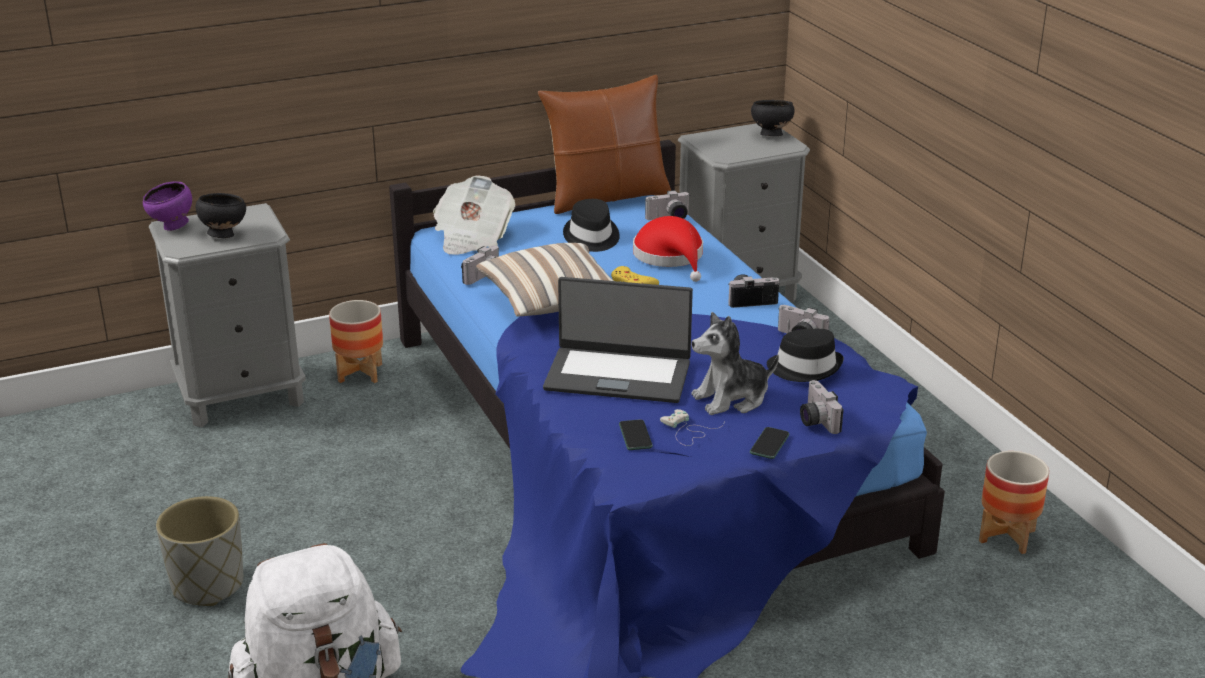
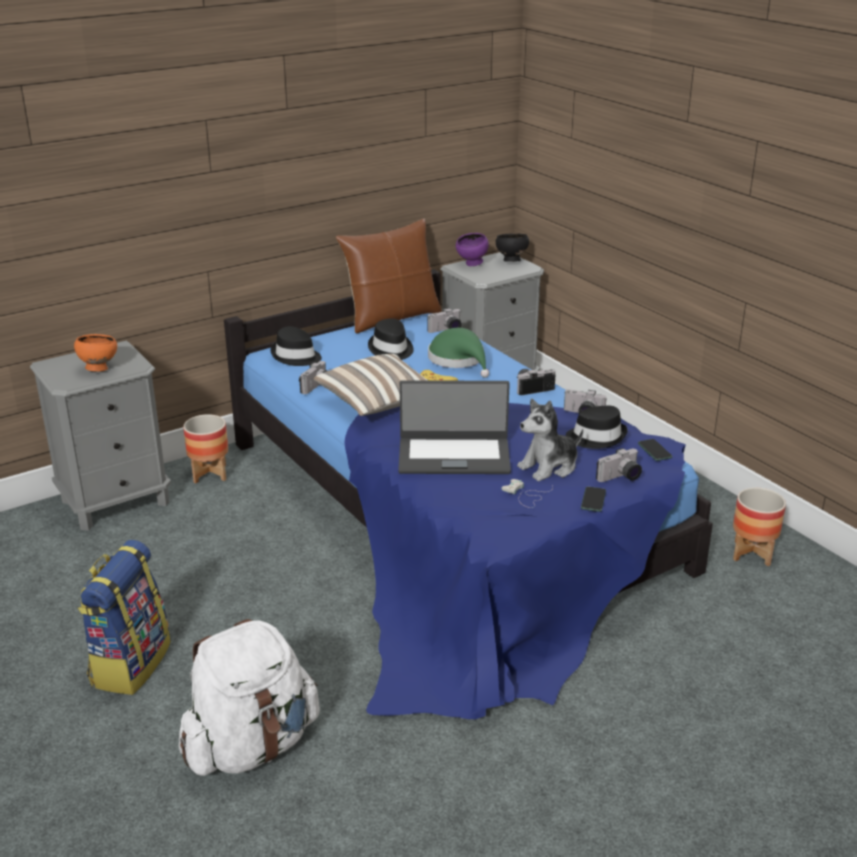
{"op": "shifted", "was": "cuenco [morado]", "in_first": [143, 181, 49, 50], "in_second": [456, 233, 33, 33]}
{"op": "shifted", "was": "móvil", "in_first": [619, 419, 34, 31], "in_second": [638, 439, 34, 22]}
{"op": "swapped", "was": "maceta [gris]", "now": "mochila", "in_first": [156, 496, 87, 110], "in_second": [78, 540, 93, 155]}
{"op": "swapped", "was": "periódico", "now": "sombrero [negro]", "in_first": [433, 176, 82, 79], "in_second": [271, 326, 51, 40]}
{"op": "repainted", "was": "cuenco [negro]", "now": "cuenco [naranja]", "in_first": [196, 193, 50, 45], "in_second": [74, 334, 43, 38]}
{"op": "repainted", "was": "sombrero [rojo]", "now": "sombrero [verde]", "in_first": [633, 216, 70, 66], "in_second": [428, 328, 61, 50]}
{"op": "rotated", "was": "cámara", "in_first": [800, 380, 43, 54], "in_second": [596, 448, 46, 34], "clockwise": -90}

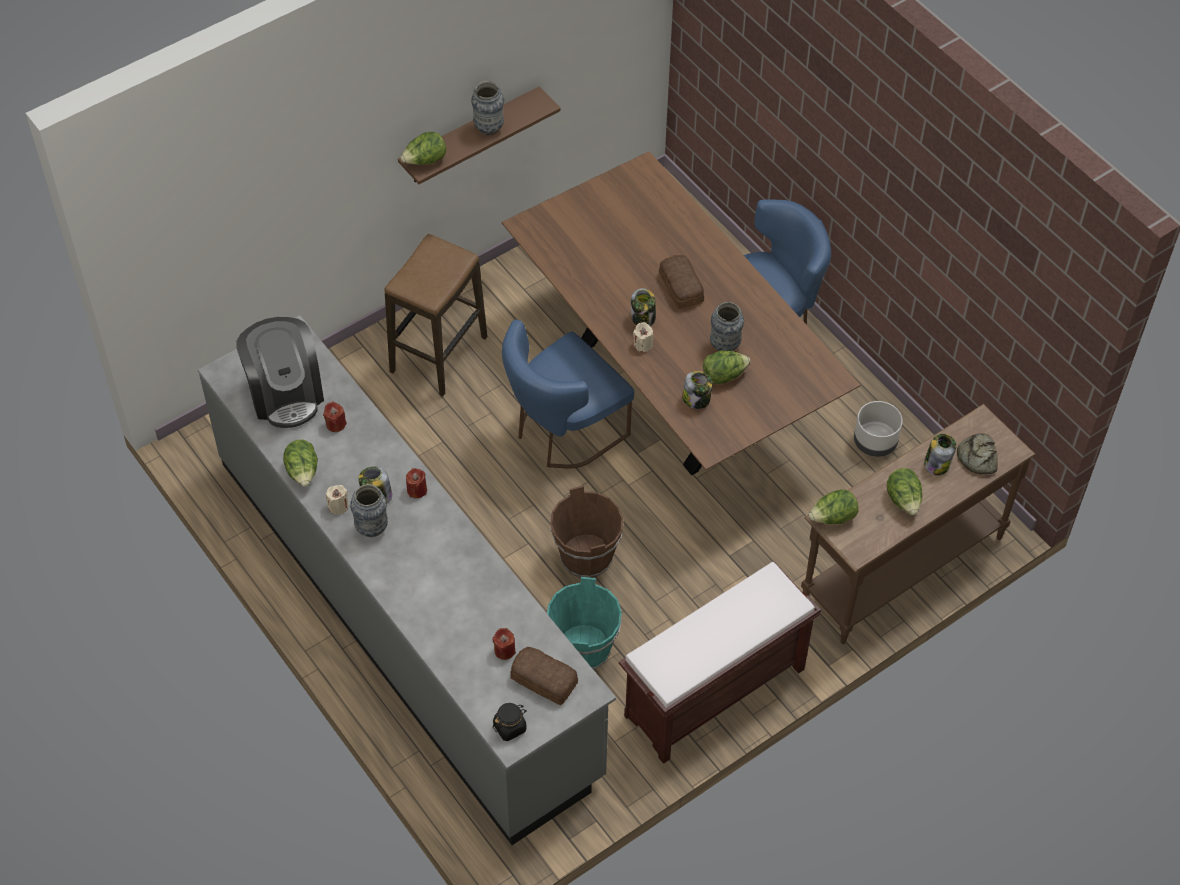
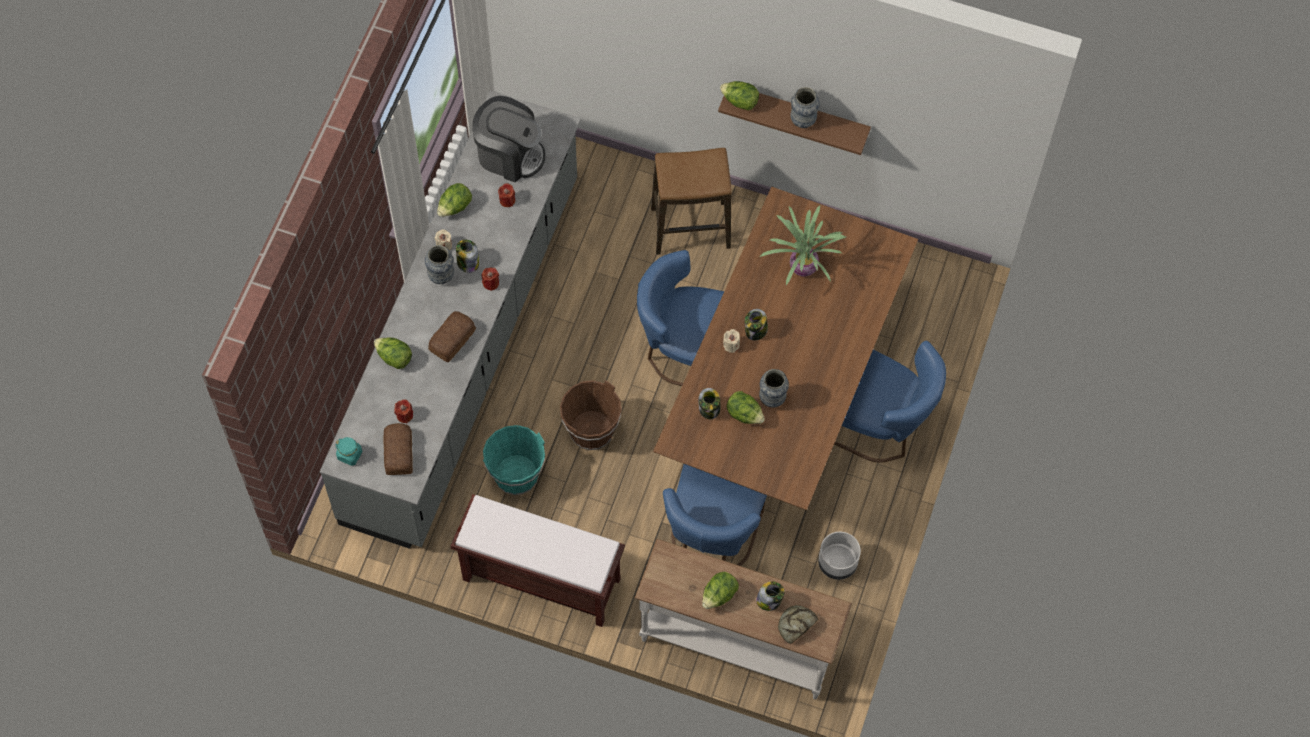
{"op": "new", "now": "silla [azul]", "in_second": [663, 464, 104, 102]}
{"op": "new", "now": "planta en maceta", "in_second": [759, 205, 87, 80]}
{"op": "shifted", "was": "pan", "in_first": [659, 255, 45, 55], "in_second": [428, 311, 48, 51]}
{"op": "shifted", "was": "lechuga", "in_first": [809, 490, 49, 34], "in_second": [374, 337, 38, 32]}
{"op": "repainted", "was": "tarro [negro]", "now": "tarro [turquesa]", "in_first": [493, 703, 34, 38], "in_second": [335, 437, 27, 29]}
{"op": "repainted", "was": "mesa consola [marrón]", "now": "mesa consola [blanco]", "in_first": [801, 404, 235, 240], "in_second": [635, 539, 217, 161]}
{"op": "rotated", "was": "cafetera", "in_first": [237, 317, 87, 111], "in_second": [472, 96, 73, 86], "clockwise": -105}

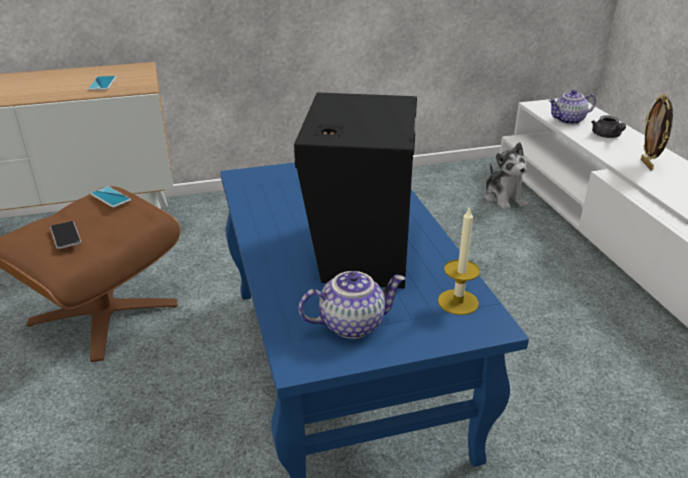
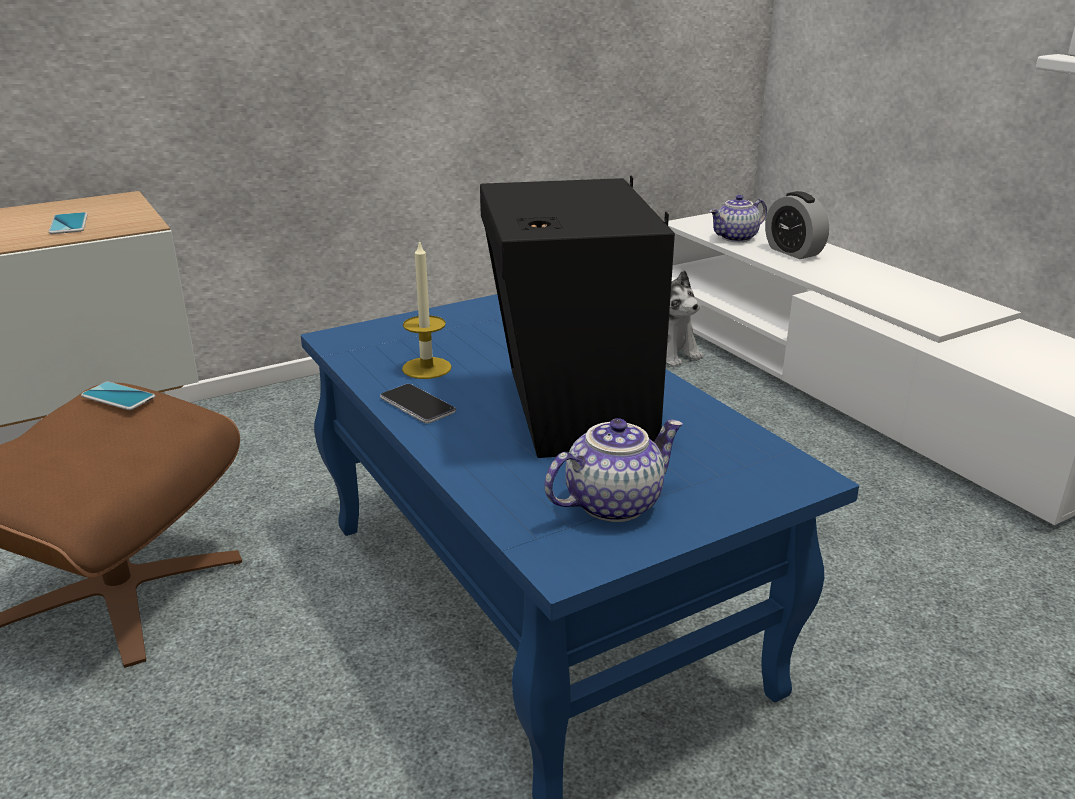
{"op": "gone", "was": "portarretratos", "in_first": [641, 94, 32, 77]}
{"op": "shifted", "was": "móvil", "in_first": [50, 221, 31, 28], "in_second": [380, 384, 76, 40]}
{"op": "shifted", "was": "vela", "in_first": [438, 206, 42, 109], "in_second": [402, 240, 50, 139]}
{"op": "swapped", "was": "tetera [gris]", "now": "despertador", "in_first": [591, 115, 35, 23], "in_second": [765, 191, 64, 68]}

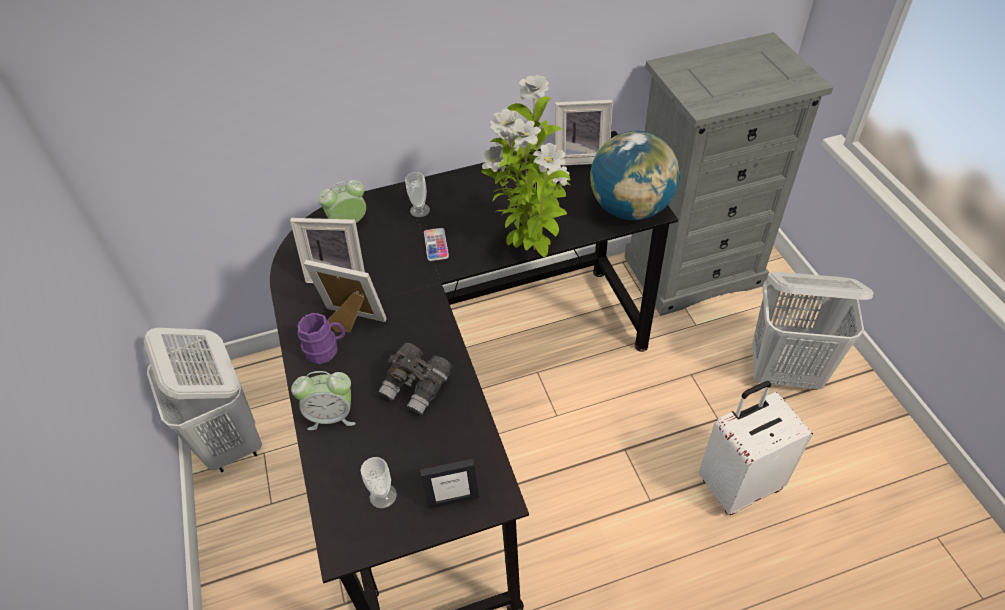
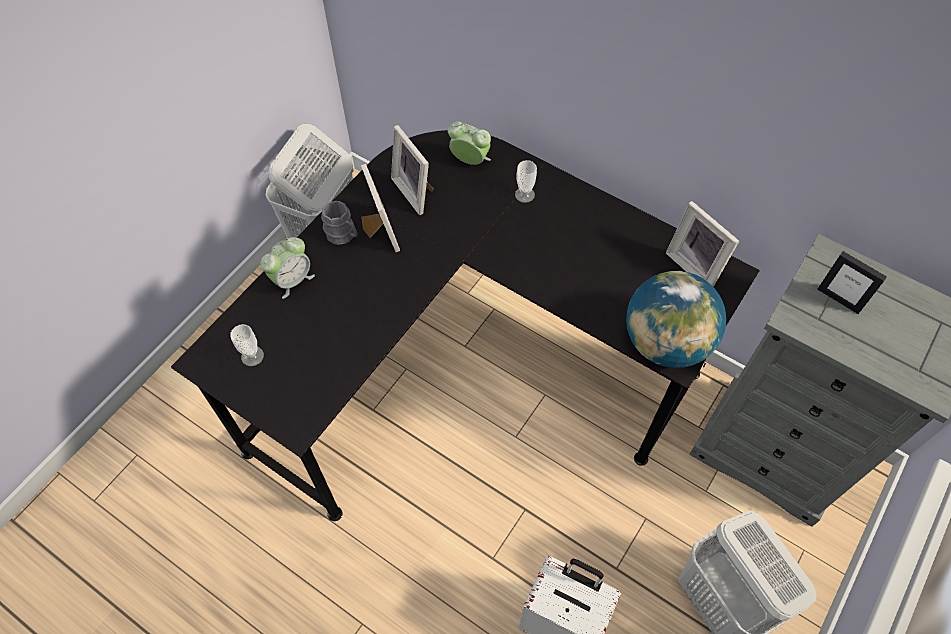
{"op": "gone", "was": "prismáticos [gris]", "in_first": [378, 343, 74, 72]}
{"op": "gone", "was": "móvil", "in_first": [424, 228, 25, 33]}
{"op": "gone", "was": "planta en maceta", "in_first": [481, 75, 89, 182]}
{"op": "shifted", "was": "portarretratos", "in_first": [420, 459, 59, 50], "in_second": [817, 251, 70, 63]}
{"op": "repainted", "was": "taza grande [morado]", "now": "taza grande [gris]", "in_first": [297, 313, 48, 51], "in_second": [321, 201, 36, 44]}
{"op": "rotated", "was": "despertador", "in_first": [291, 371, 65, 59], "in_second": [260, 237, 55, 62], "clockwise": -90}

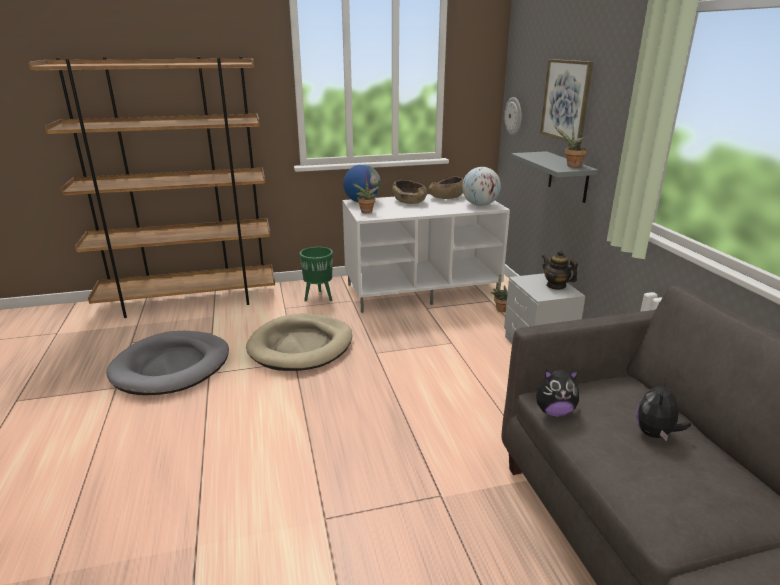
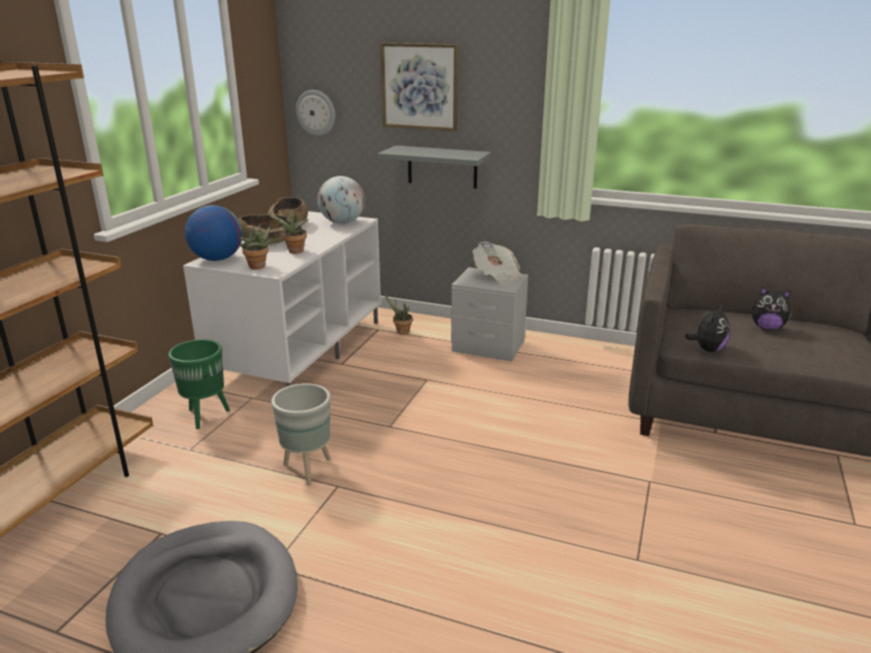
{"op": "shifted", "was": "planta en maceta", "in_first": [554, 126, 33, 42], "in_second": [266, 211, 42, 42]}
{"op": "swapped", "was": "cama para perro [beis]", "now": "maceta [gris]", "in_first": [246, 314, 106, 57], "in_second": [271, 383, 59, 103]}
{"op": "swapped", "was": "tetera", "now": "periódico", "in_first": [542, 250, 36, 40], "in_second": [472, 242, 50, 43]}
{"op": "rotated", "was": "peluche", "in_first": [637, 378, 54, 63], "in_second": [752, 287, 40, 43], "clockwise": -45}

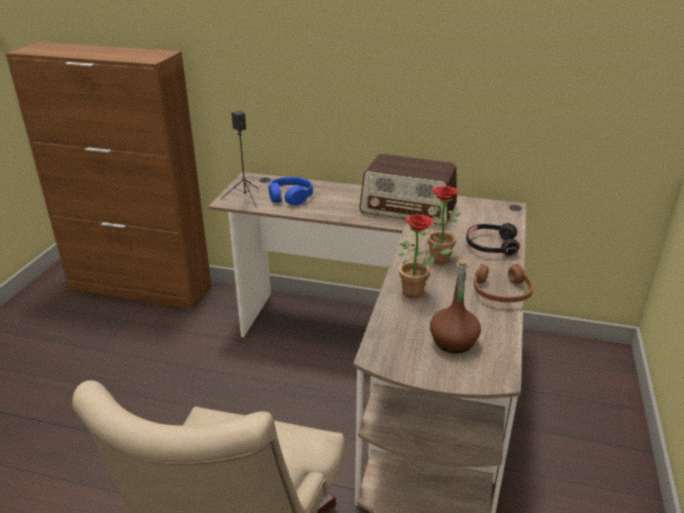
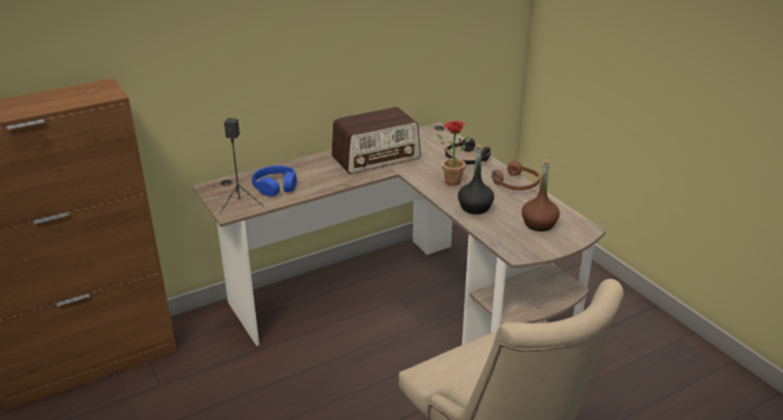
{"op": "swapped", "was": "planta en maceta", "now": "botella [negro]", "in_first": [398, 214, 54, 84], "in_second": [458, 145, 36, 69]}

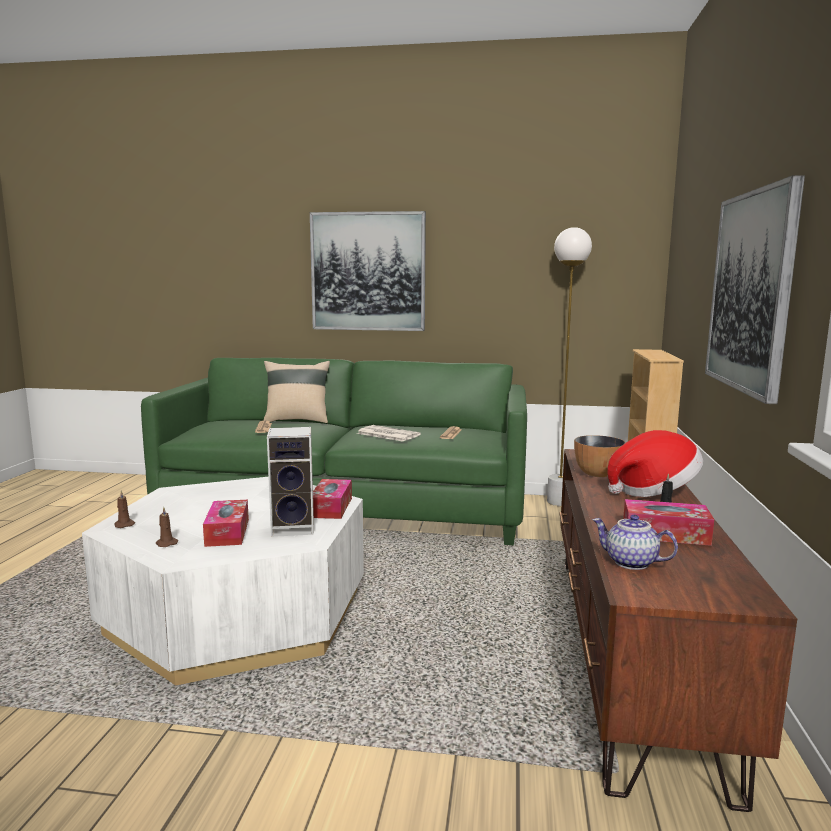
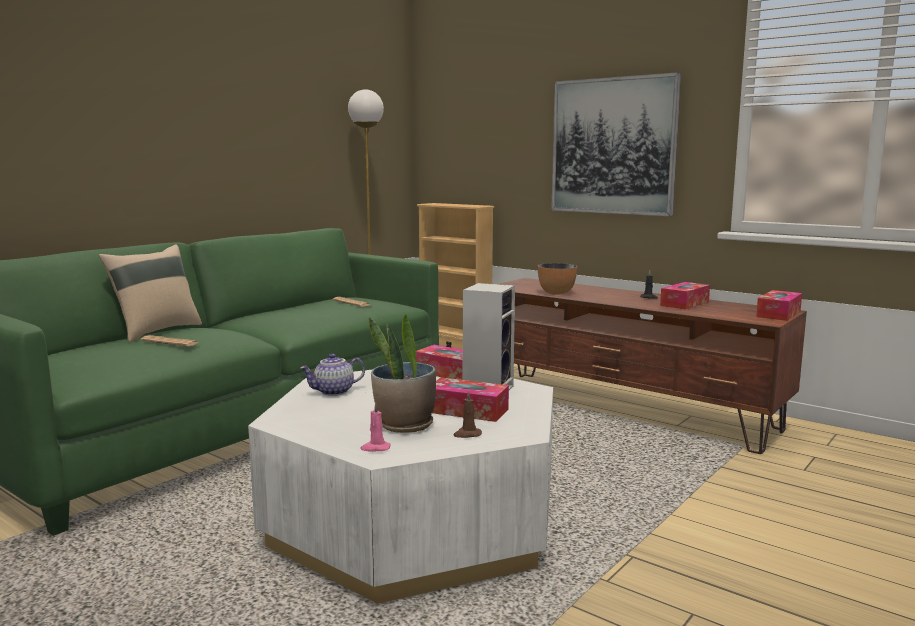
{"op": "gone", "was": "cuadro", "in_first": [310, 211, 116, 120]}
{"op": "gone", "was": "periódico", "in_first": [357, 425, 64, 17]}
{"op": "gone", "was": "sombrero", "in_first": [607, 430, 96, 67]}
{"op": "new", "now": "planta en maceta", "in_second": [369, 314, 67, 119]}
{"op": "new", "now": "caja de pañuelos", "in_second": [756, 290, 46, 31]}
{"op": "shifted", "was": "tetera", "in_first": [592, 515, 86, 55], "in_second": [300, 354, 65, 42]}
{"op": "repainted", "was": "vela [marrón]", "now": "vela [rosa]", "in_first": [114, 490, 21, 38], "in_second": [360, 402, 30, 50]}

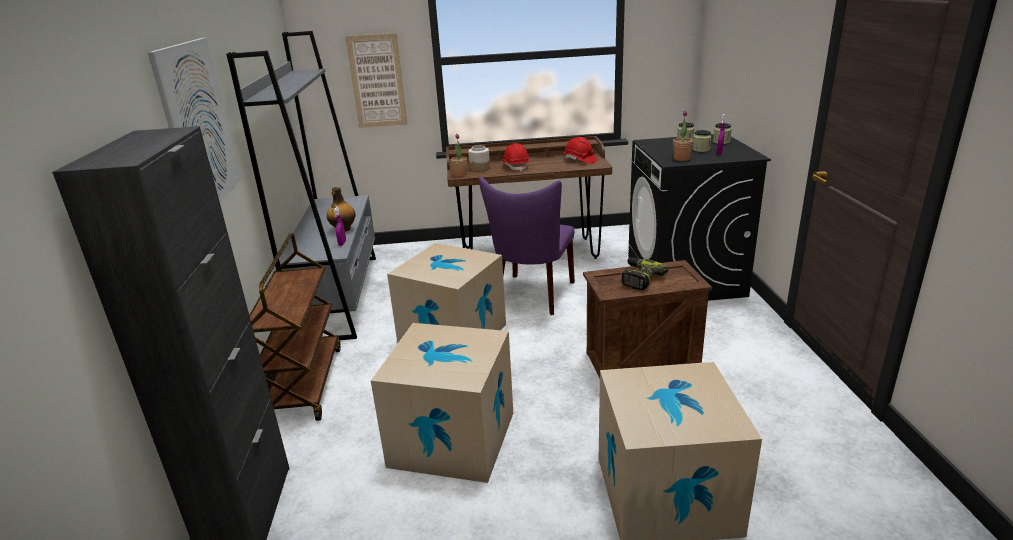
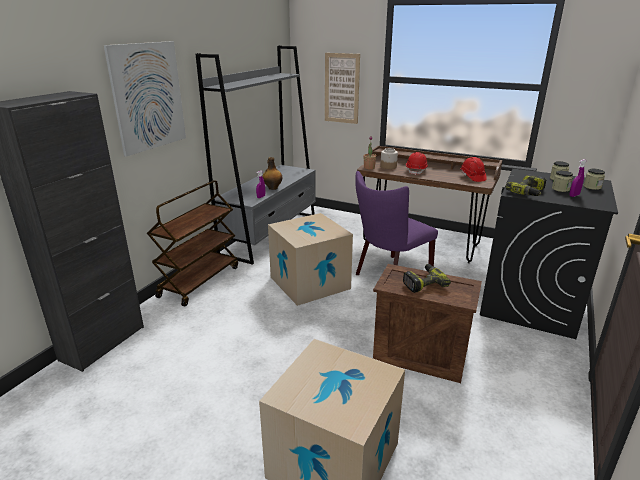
{"op": "gone", "was": "caja de cartón", "in_first": [371, 323, 142, 160]}
{"op": "swapped", "was": "planta en maceta", "now": "taladro", "in_first": [673, 110, 20, 51], "in_second": [506, 174, 40, 22]}

